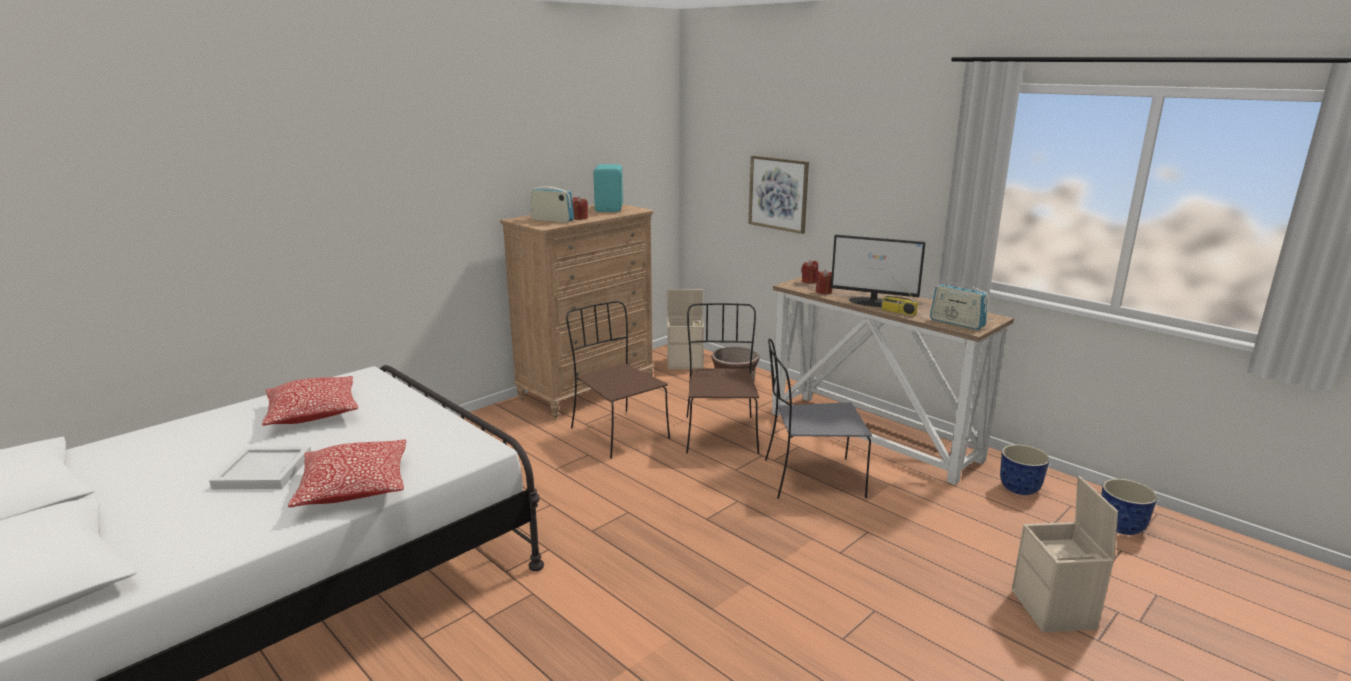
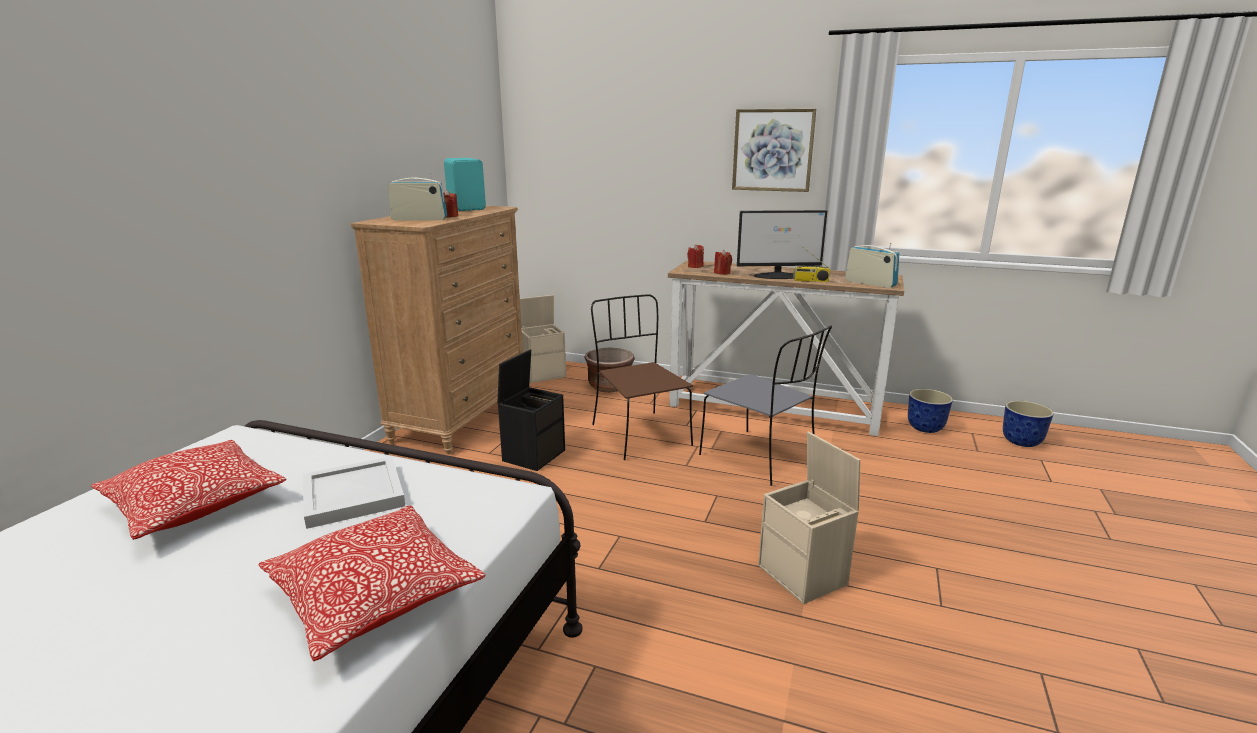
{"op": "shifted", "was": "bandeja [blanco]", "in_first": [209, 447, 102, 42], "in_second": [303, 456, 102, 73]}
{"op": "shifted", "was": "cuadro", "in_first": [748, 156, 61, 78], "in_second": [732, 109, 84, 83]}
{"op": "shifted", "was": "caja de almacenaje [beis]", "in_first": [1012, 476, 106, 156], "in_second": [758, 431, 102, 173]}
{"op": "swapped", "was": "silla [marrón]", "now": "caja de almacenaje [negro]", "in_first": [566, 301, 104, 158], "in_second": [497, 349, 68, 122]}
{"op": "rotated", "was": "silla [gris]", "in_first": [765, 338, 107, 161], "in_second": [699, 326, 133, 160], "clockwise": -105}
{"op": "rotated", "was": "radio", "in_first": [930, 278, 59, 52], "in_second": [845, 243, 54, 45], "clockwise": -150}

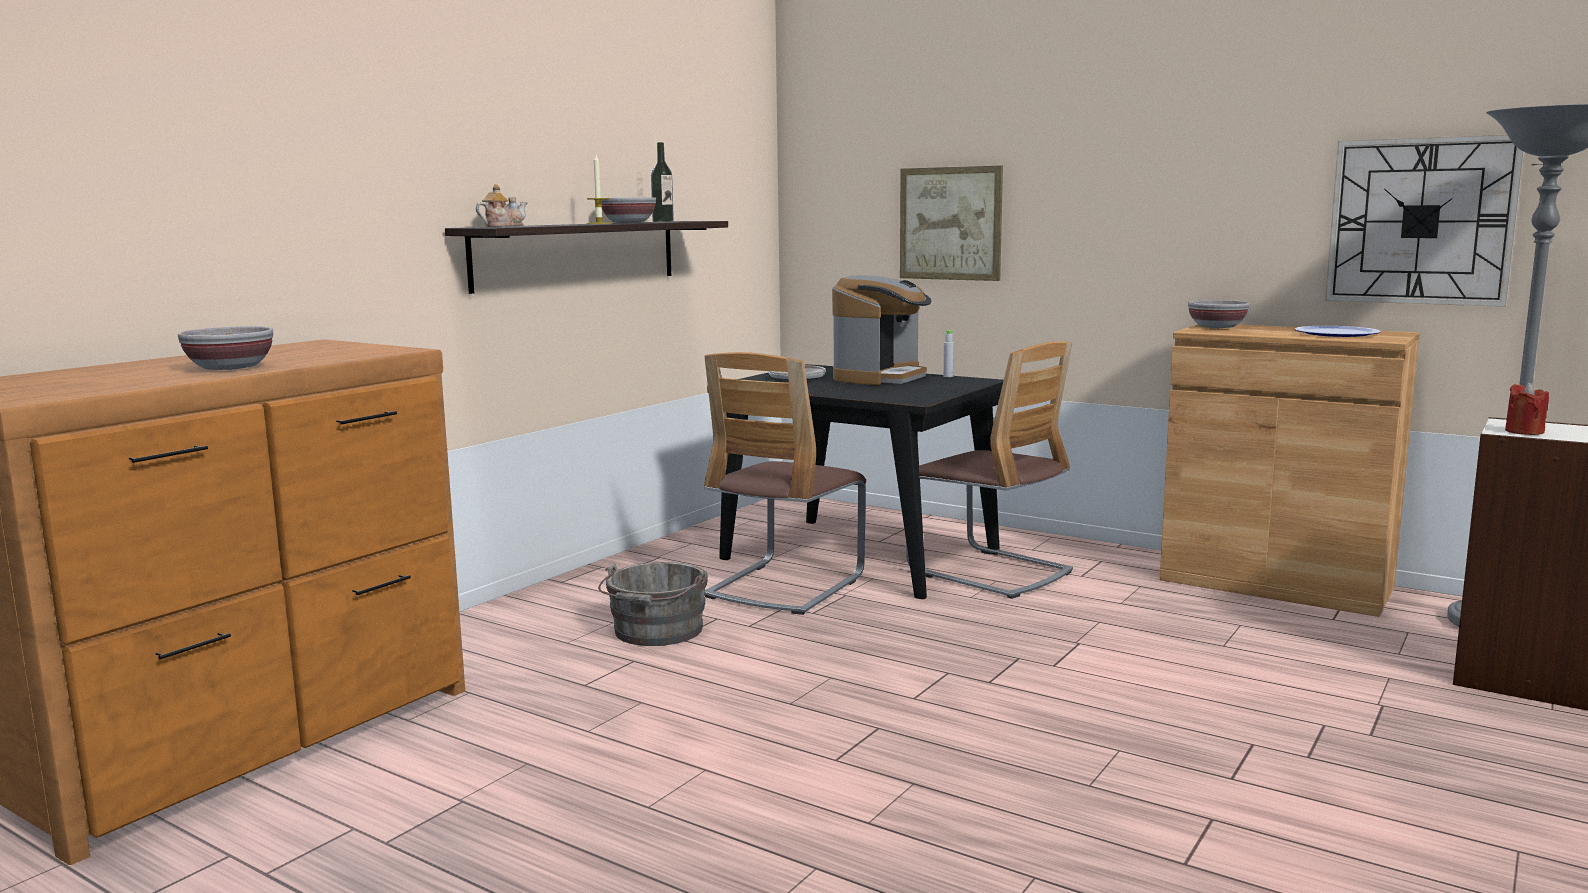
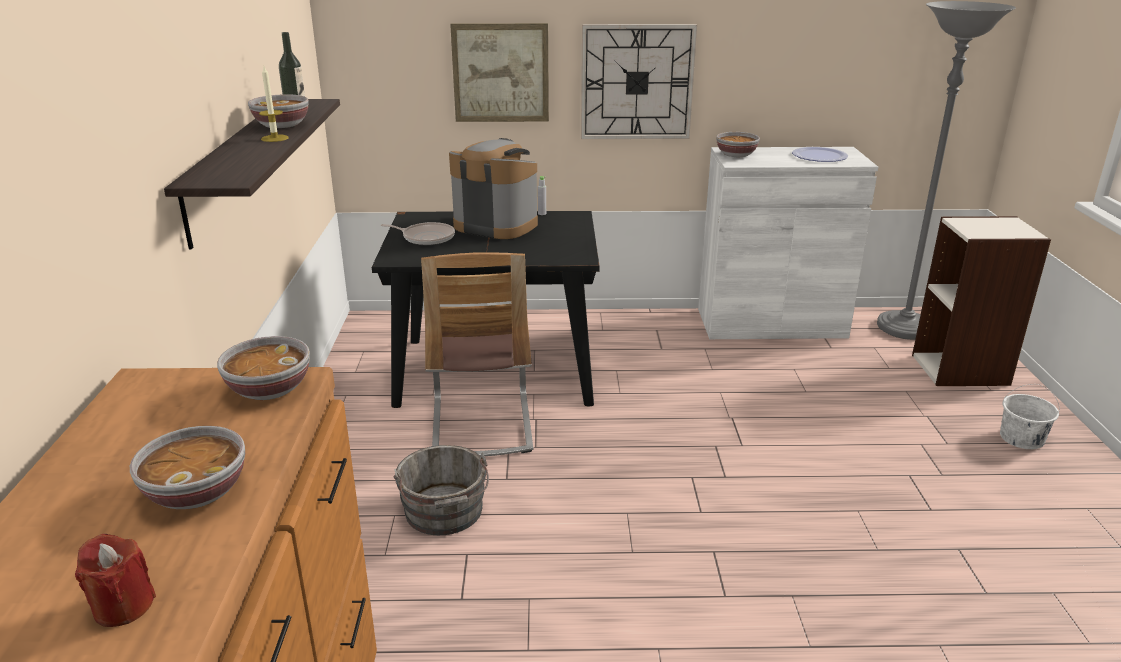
{"op": "gone", "was": "tetera", "in_first": [476, 184, 52, 43]}
{"op": "gone", "was": "silla", "in_first": [906, 341, 167, 258]}
{"op": "new", "now": "cuenco", "in_second": [217, 336, 93, 64]}
{"op": "new", "now": "cubo [blanco]", "in_second": [1000, 384, 60, 65]}
{"op": "shifted", "was": "reloj de pared", "in_first": [1325, 135, 199, 172], "in_second": [581, 24, 116, 115]}
{"op": "shifted", "was": "vela [rojo]", "in_first": [1505, 383, 44, 52], "in_second": [75, 534, 81, 93]}
{"op": "repainted", "was": "armario [marrón]", "now": "armario [blanco]", "in_first": [1160, 324, 260, 293], "in_second": [698, 147, 180, 192]}
{"op": "rotated", "was": "cafetera", "in_first": [832, 275, 99, 110], "in_second": [449, 138, 89, 101], "clockwise": -60}

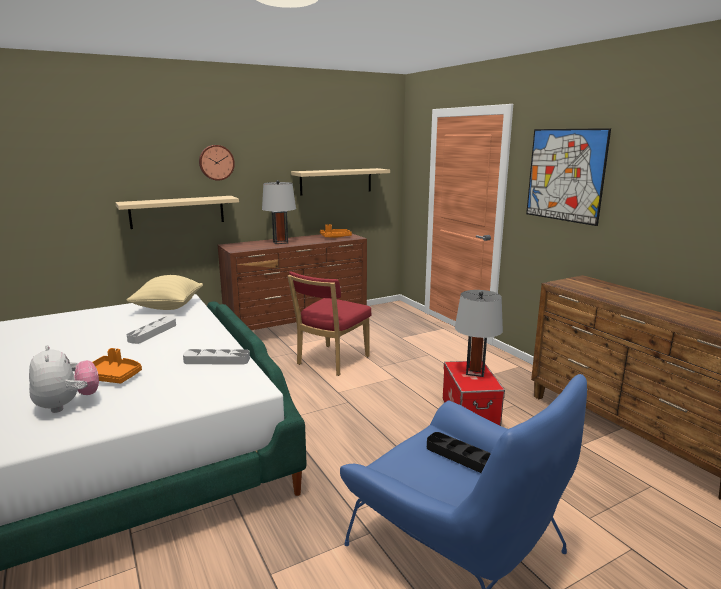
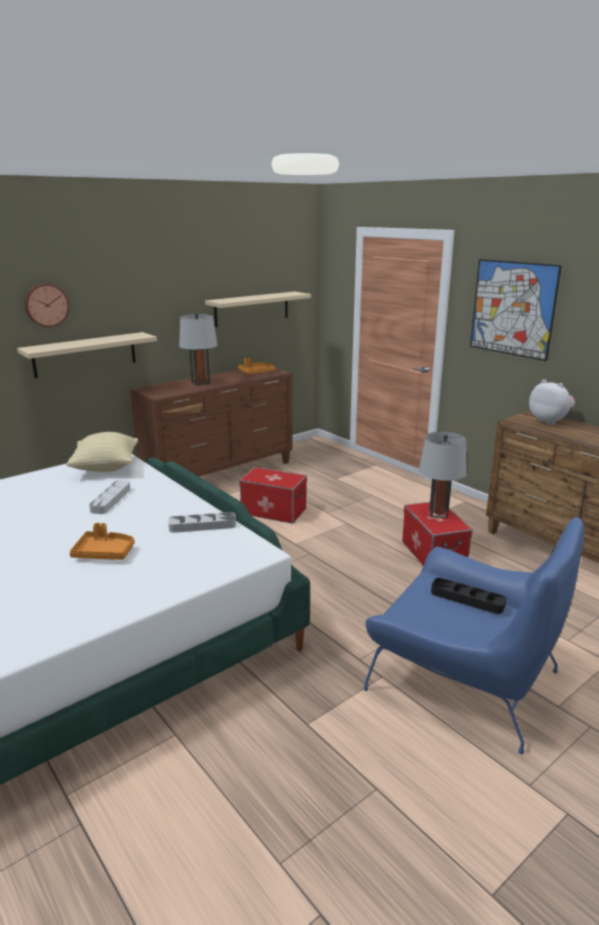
{"op": "shifted", "was": "peluche", "in_first": [29, 345, 70, 68], "in_second": [529, 379, 46, 46]}
{"op": "shifted", "was": "reloj de pared", "in_first": [199, 145, 36, 36], "in_second": [24, 283, 46, 44]}
{"op": "swapped", "was": "silla [rojo]", "now": "caja de almacenaje", "in_first": [288, 271, 83, 105], "in_second": [239, 467, 68, 57]}

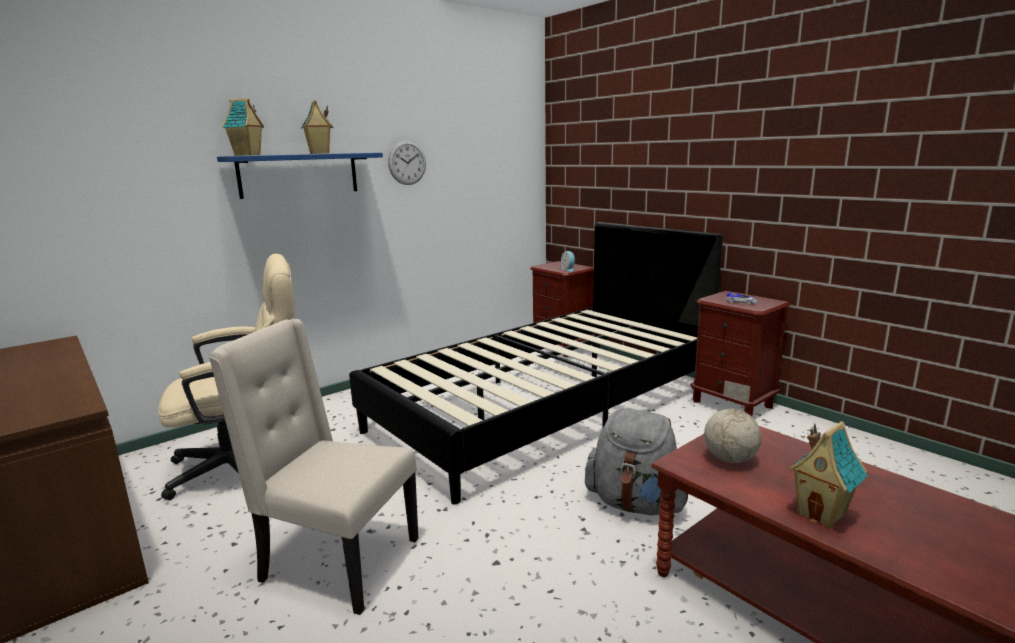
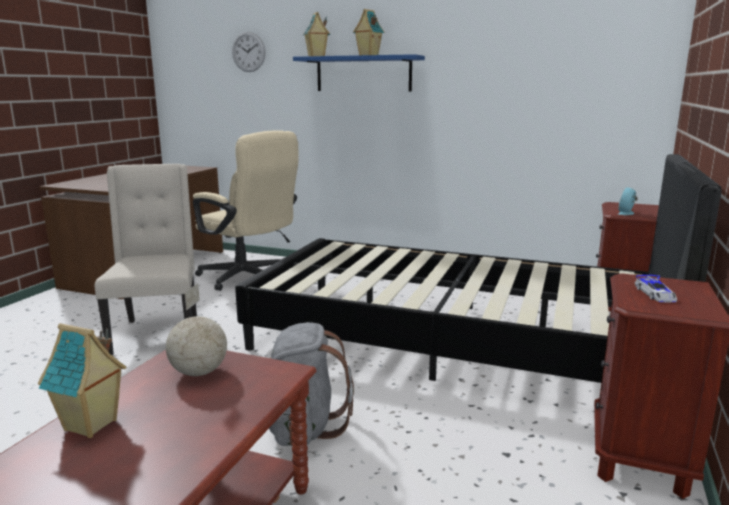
{"op": "shifted", "was": "reloj de pared", "in_first": [388, 140, 38, 45], "in_second": [232, 32, 33, 40]}

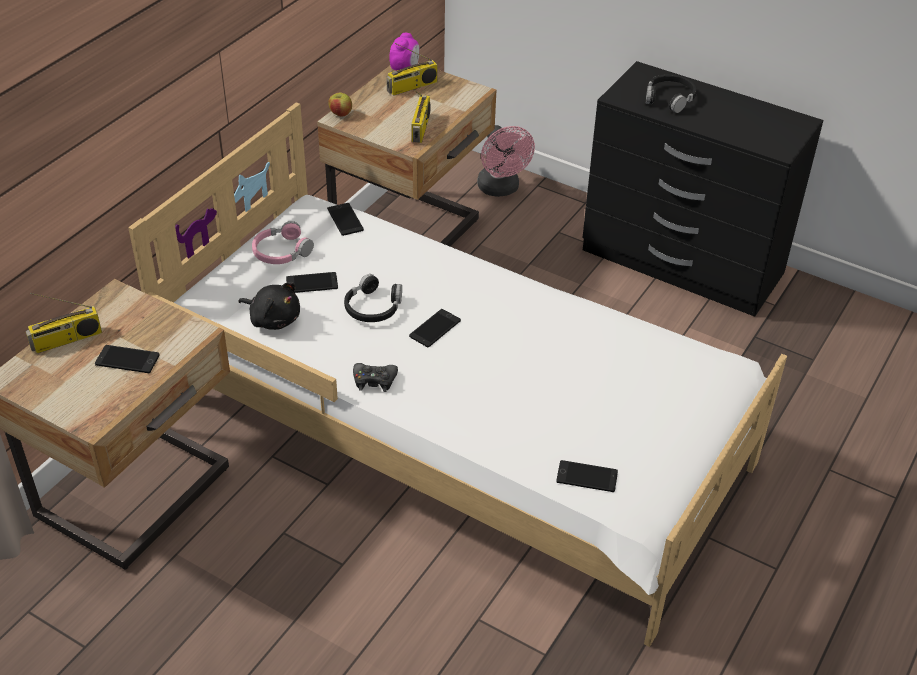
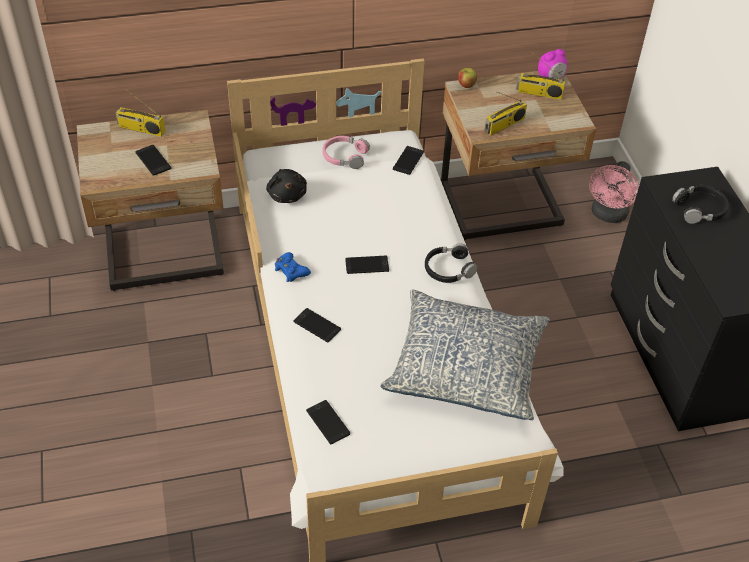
{"op": "new", "now": "cojín", "in_second": [380, 289, 170, 131]}
{"op": "shifted", "was": "móvil", "in_first": [286, 272, 52, 21], "in_second": [294, 308, 47, 35]}
{"op": "shifted", "was": "auriculares [negro]", "in_first": [344, 274, 58, 48], "in_second": [425, 243, 53, 40]}
{"op": "repainted", "was": "mando de consola [negro]", "now": "mando de consola [azul]", "in_first": [353, 363, 45, 29], "in_second": [275, 252, 36, 30]}

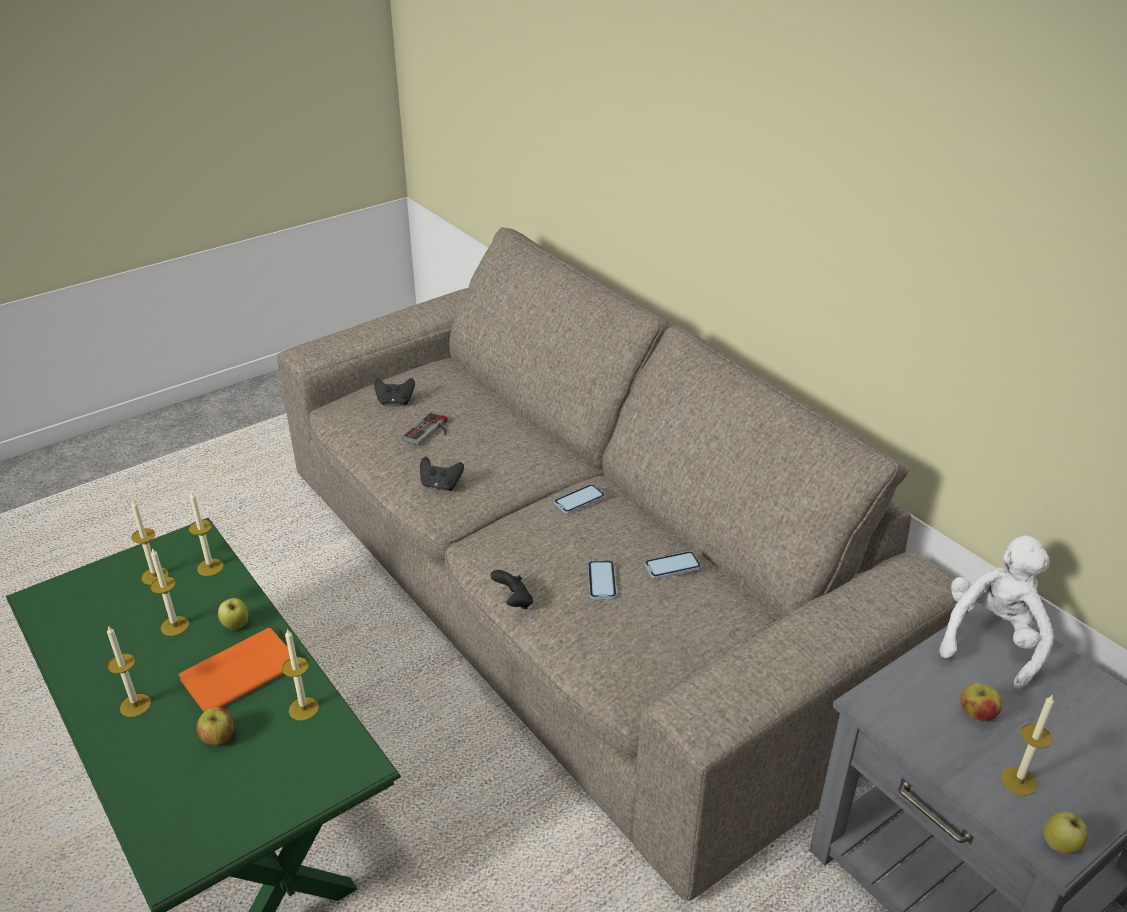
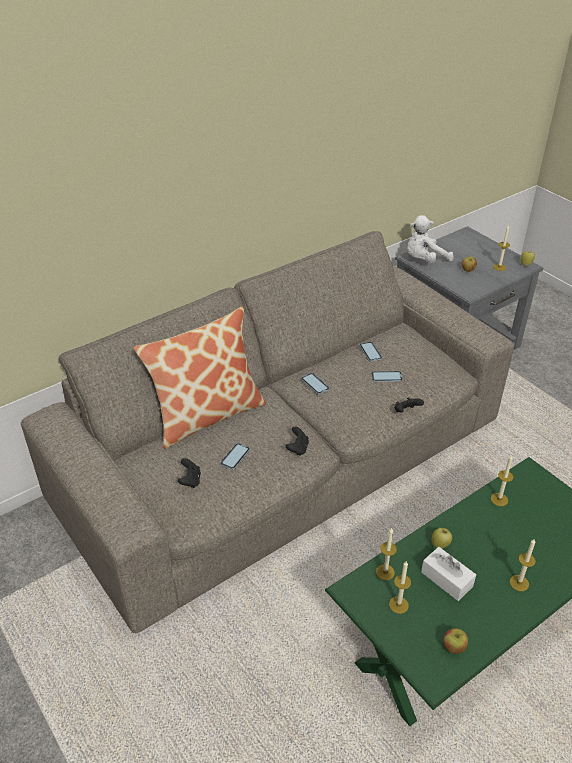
{"op": "gone", "was": "libro [naranja]", "in_first": [179, 628, 111, 84]}
{"op": "new", "now": "cojín", "in_second": [134, 306, 132, 143]}
{"op": "shifted", "was": "manzana", "in_first": [196, 707, 38, 38], "in_second": [443, 628, 25, 26]}
{"op": "swapped", "was": "vela", "now": "caja de pañuelos [blanco]", "in_first": [150, 548, 39, 88], "in_second": [421, 547, 55, 54]}
{"op": "swapped", "was": "mando de consola", "now": "móvil", "in_first": [402, 412, 45, 34], "in_second": [220, 443, 30, 27]}
{"op": "rotated", "was": "peluche [blanco]", "in_first": [939, 536, 115, 154], "in_second": [407, 215, 47, 48], "clockwise": -60}

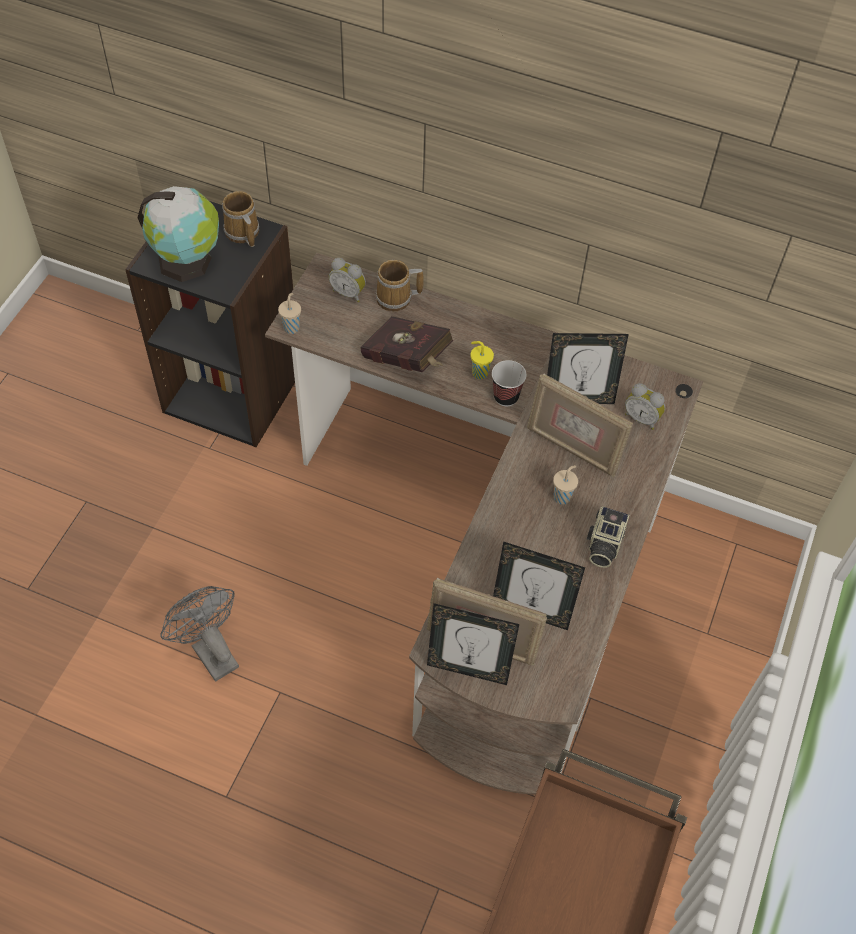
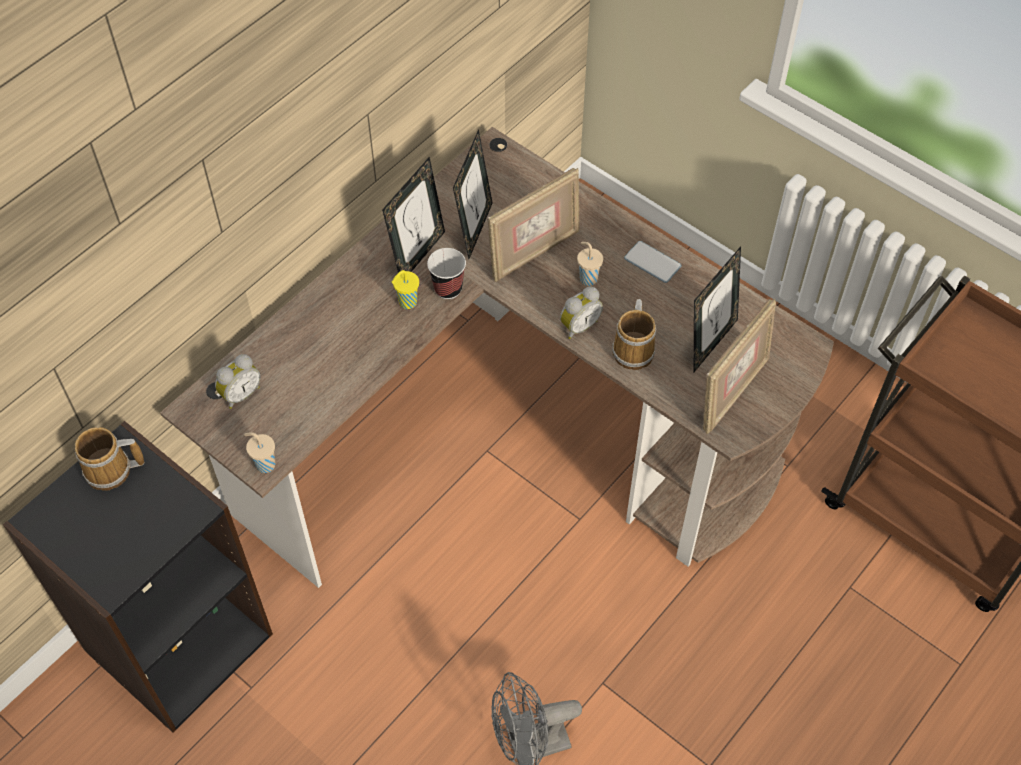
{"op": "gone", "was": "globo terráqueo", "in_first": [138, 186, 81, 96]}
{"op": "gone", "was": "libro [rojo]", "in_first": [360, 316, 93, 56]}
{"op": "shifted", "was": "taza grande", "in_first": [376, 260, 48, 51], "in_second": [612, 299, 44, 71]}
{"op": "shifted", "was": "portarretratos", "in_first": [427, 603, 92, 82], "in_second": [382, 157, 63, 116]}
{"op": "shifted", "was": "despertador", "in_first": [625, 383, 40, 47], "in_second": [560, 286, 43, 53]}
{"op": "swapped", "was": "cámara", "now": "móvil", "in_first": [587, 507, 43, 61], "in_second": [624, 241, 57, 42]}

